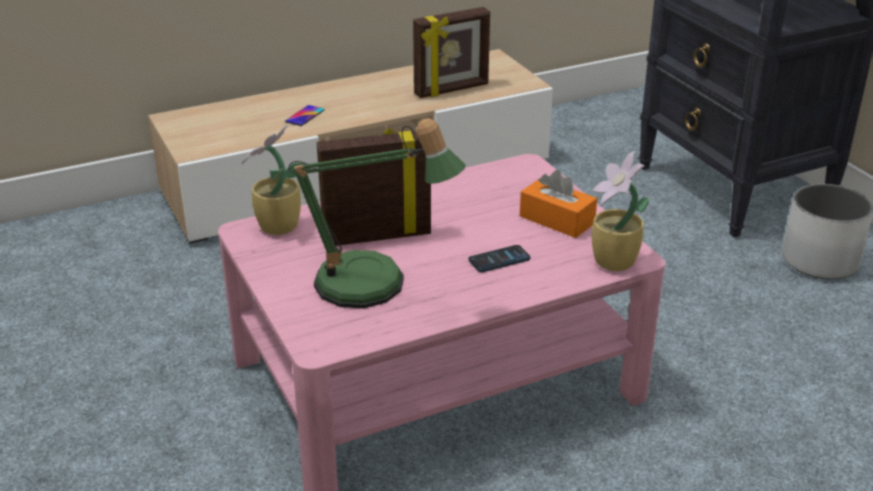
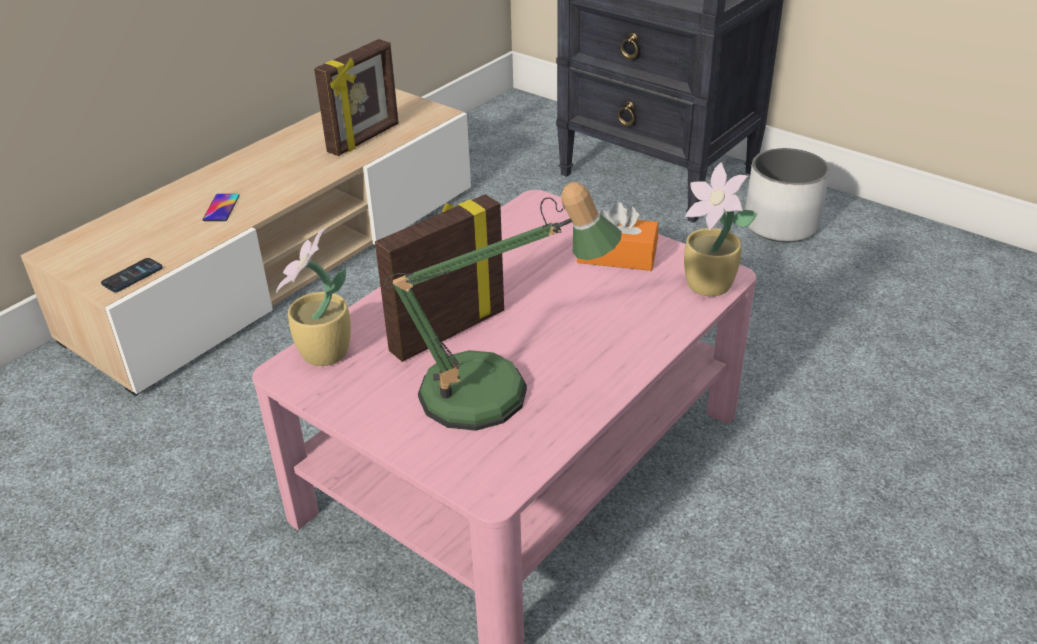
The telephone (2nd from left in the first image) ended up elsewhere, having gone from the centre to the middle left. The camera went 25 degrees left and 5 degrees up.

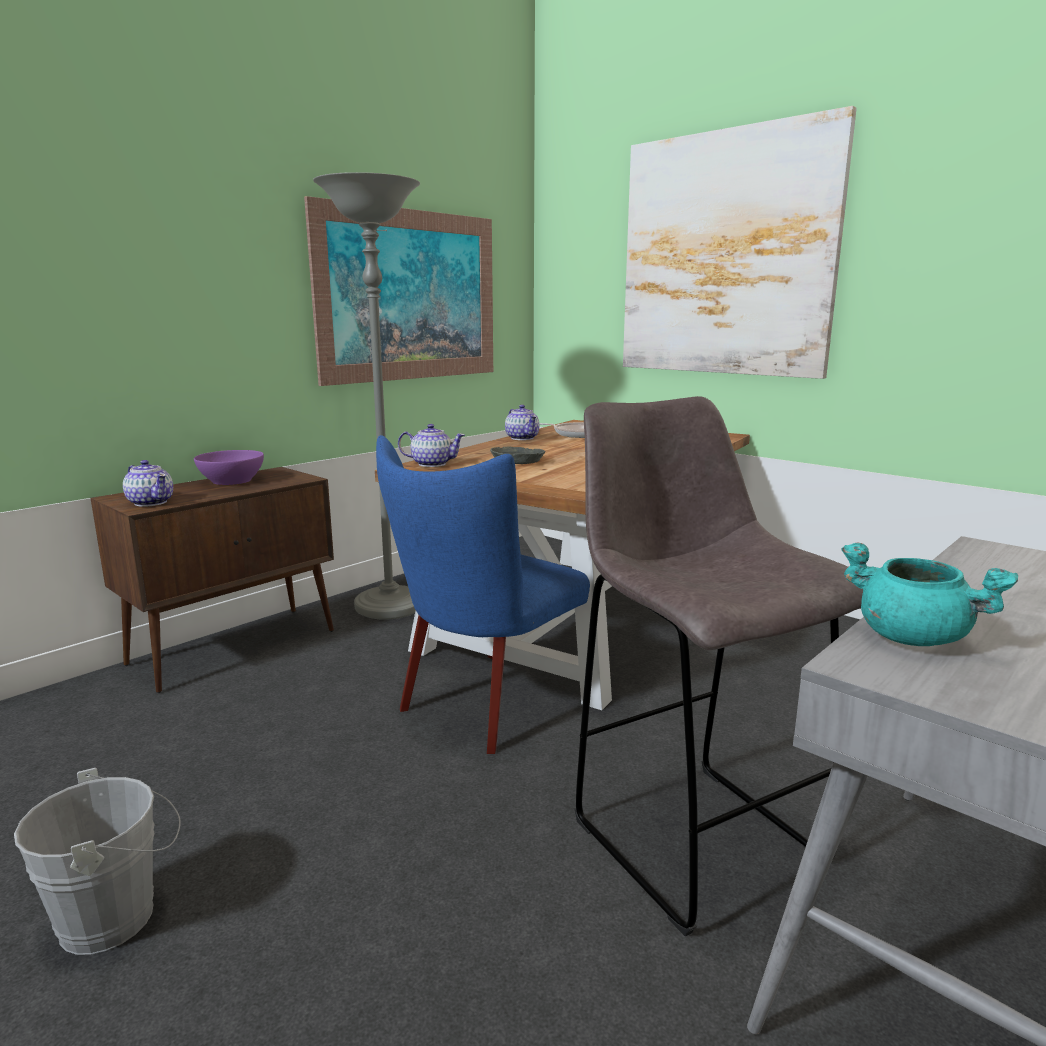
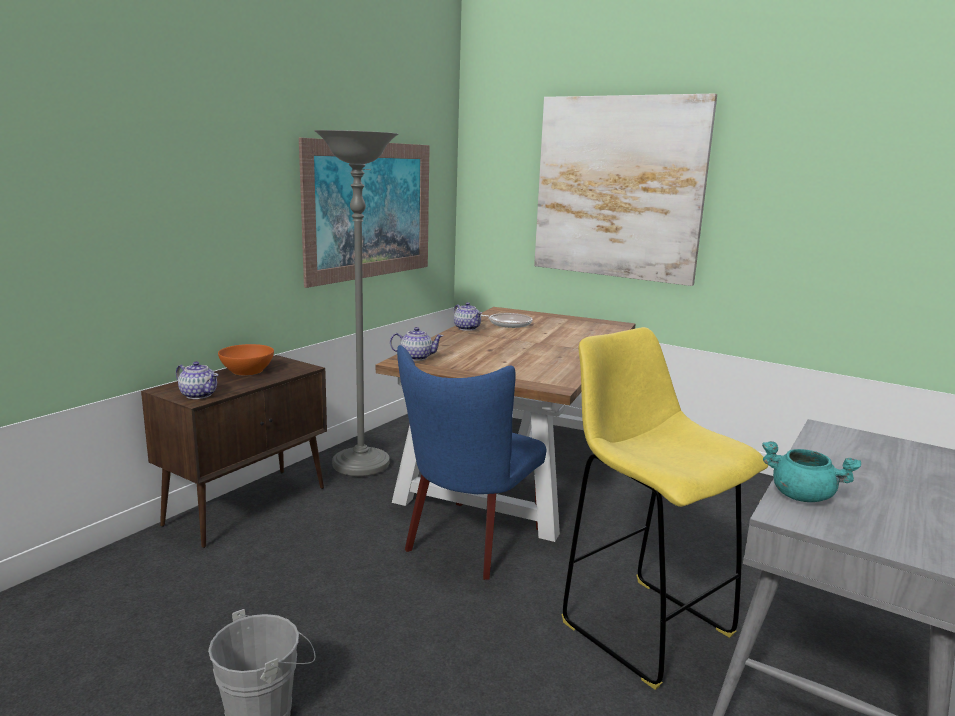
What was the purple_serving_bowl at the middle left turned into the orange_serving_bowl at the middle left. What was the gray_stool at the middle right turned into the yellowish_stool at the bottom right. The second view lost the gray_serving_bowl at the centre. The camera went 10 degrees left and 0 degrees up.

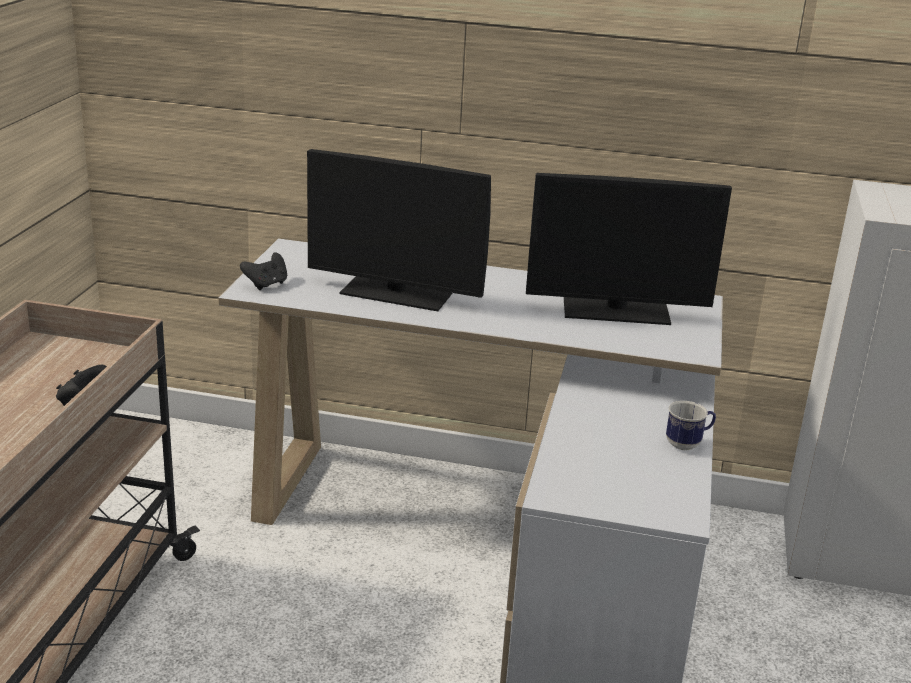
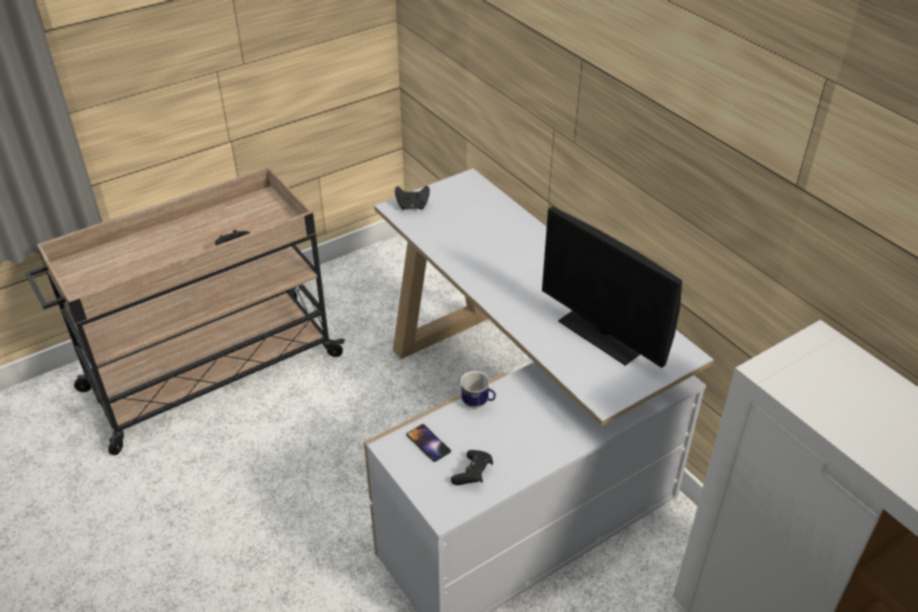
The second view gained the telephone at the bottom centre. The second view gained the black-coloured_game_controller (3rd from left) at the bottom centre. The coffee_mug ended up elsewhere, having gone from the middle right to the centre. The second view lost the computer_screen (1st from left) at the centre. The camera went 45 degrees right and 15 degrees up.

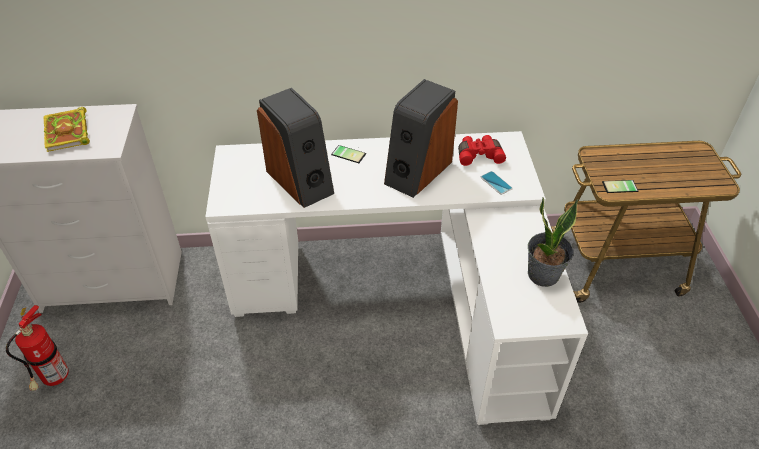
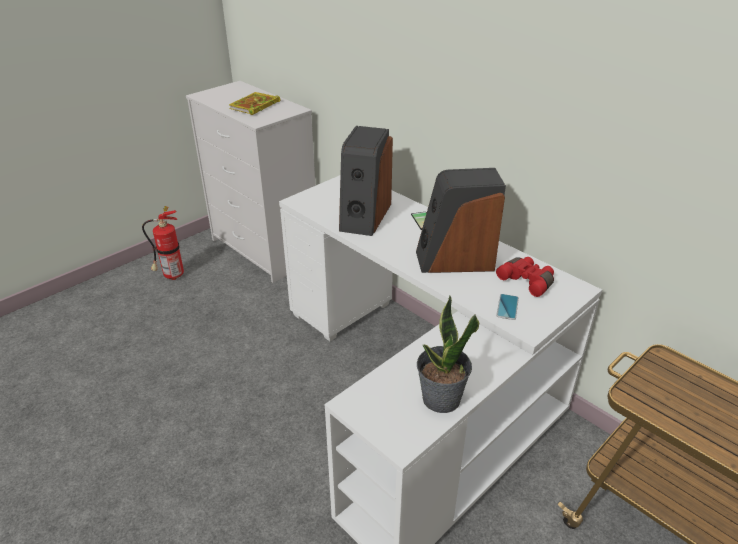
The second view lost the telephone (3rd from left) at the middle right. The camera went 50 degrees right and 10 degrees down.

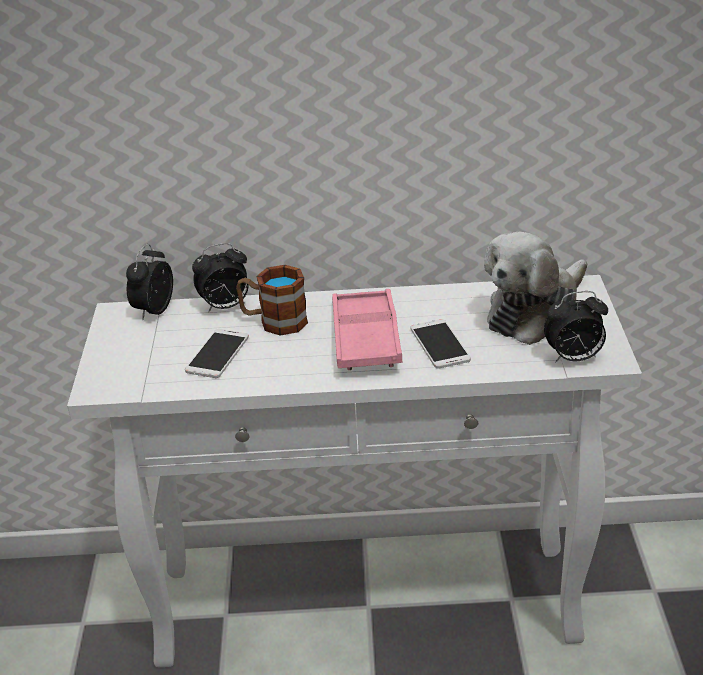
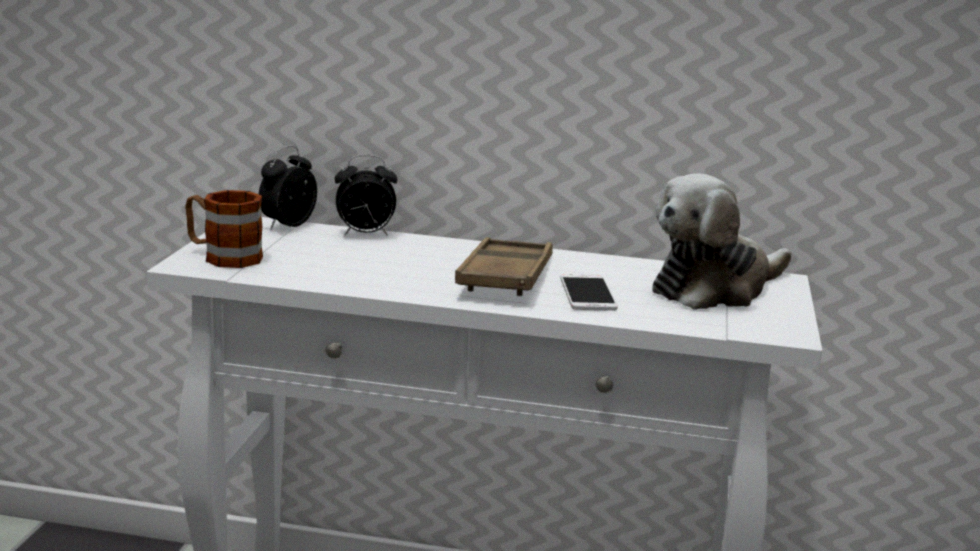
The coffee_mug ended up elsewhere, having gone from the centre to the middle left. What was the pink_tray at the centre turned into the brown_tray at the centre. The second view lost the telephone (1st from left) at the middle left. The second view lost the alarm_clock (3rd from left) at the middle right. The camera went 10 degrees right and 15 degrees down.

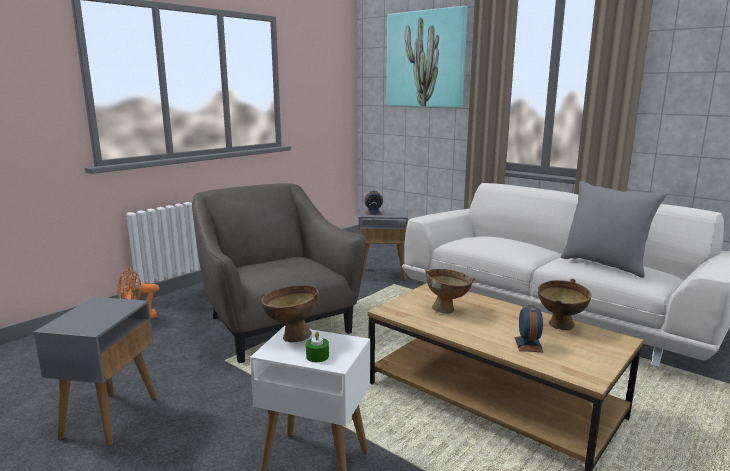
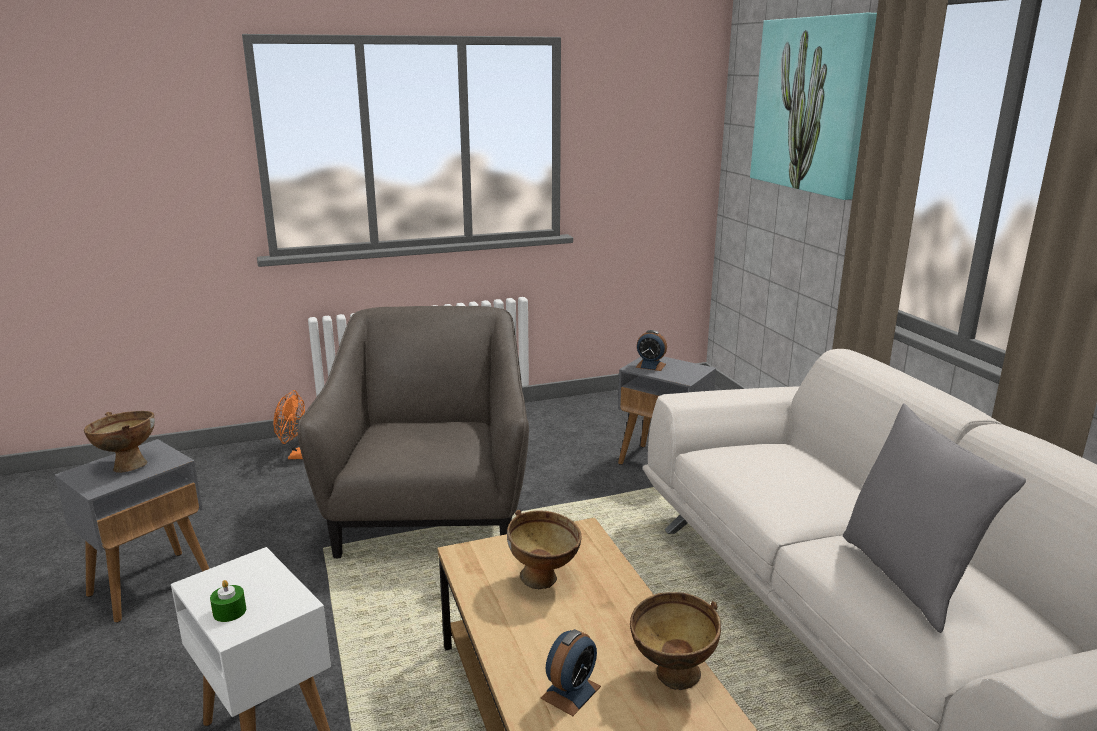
The brown_serving_bowl (1st from left) ended up elsewhere, having gone from the bottom centre to the middle left. The camera went 30 degrees right and 5 degrees up.

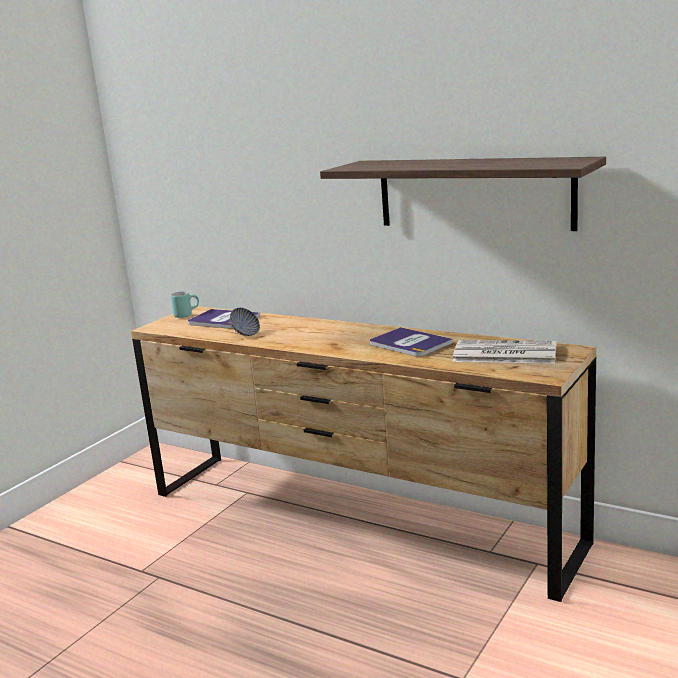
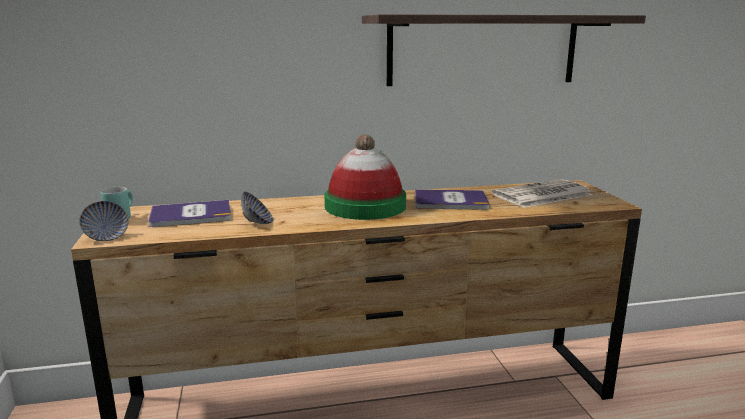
The second view gained the serving_bowl (1st from left) at the middle left. The second view gained the clothing_hat at the centre. The camera went 45 degrees left and 0 degrees up.

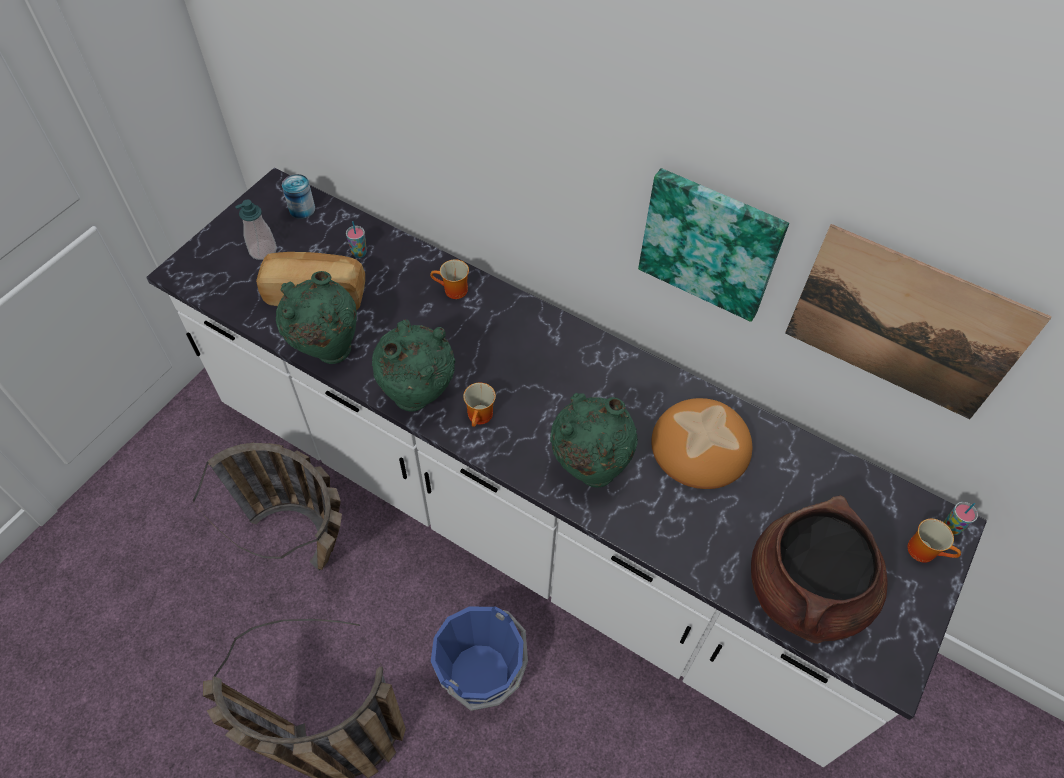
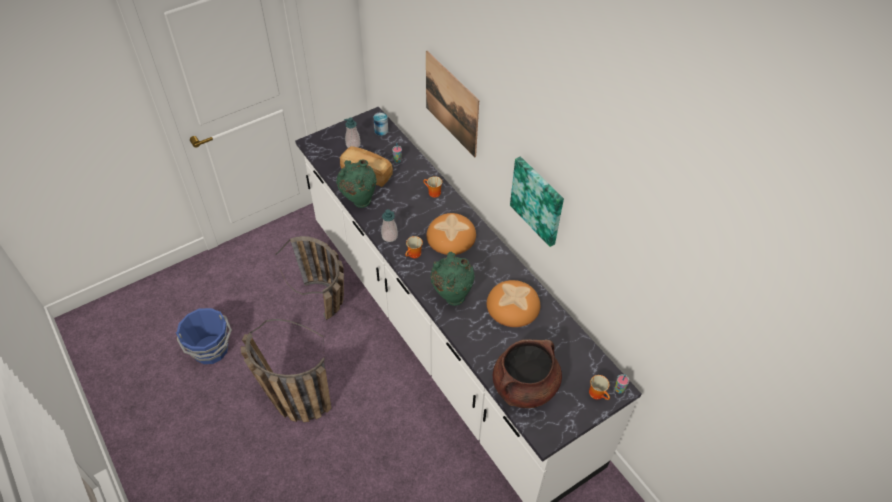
The blue-coloured_pail ended up elsewhere, having gone from the bottom centre to the bottom left. Where the greenish_vase (2nd from left) stood at the centre, the soap_bottle (2nd from left) came to stand at the centre. The wall_art (2nd from left in the first image) ended up elsewhere, having gone from the middle right to the top centre. The second view gained the bakery_bread (2nd from left) at the centre. The camera went 25 degrees right and 5 degrees down.

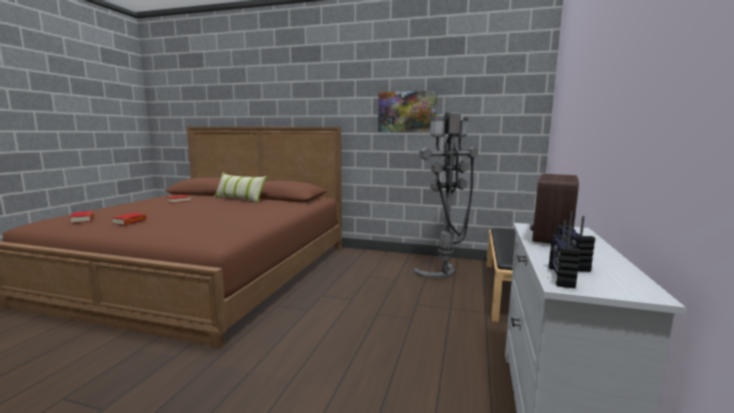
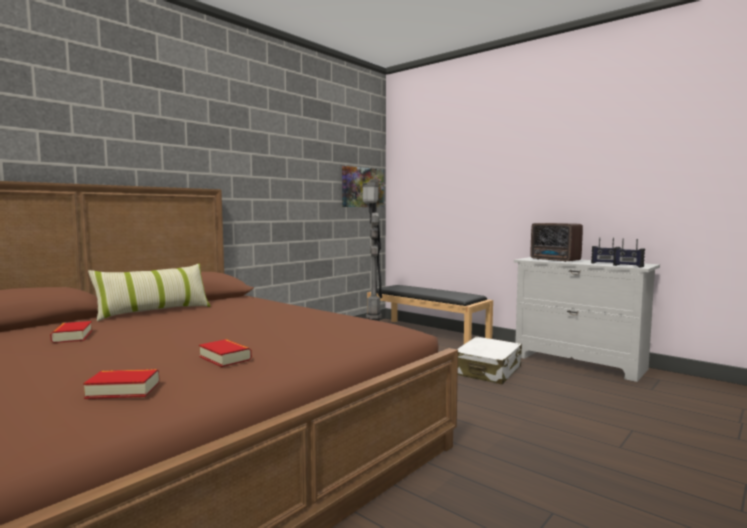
The wall_art ended up elsewhere, having gone from the top centre to the centre. The second view gained the white-coloured_suitcase at the bottom centre. The camera went 65 degrees left and 5 degrees down.

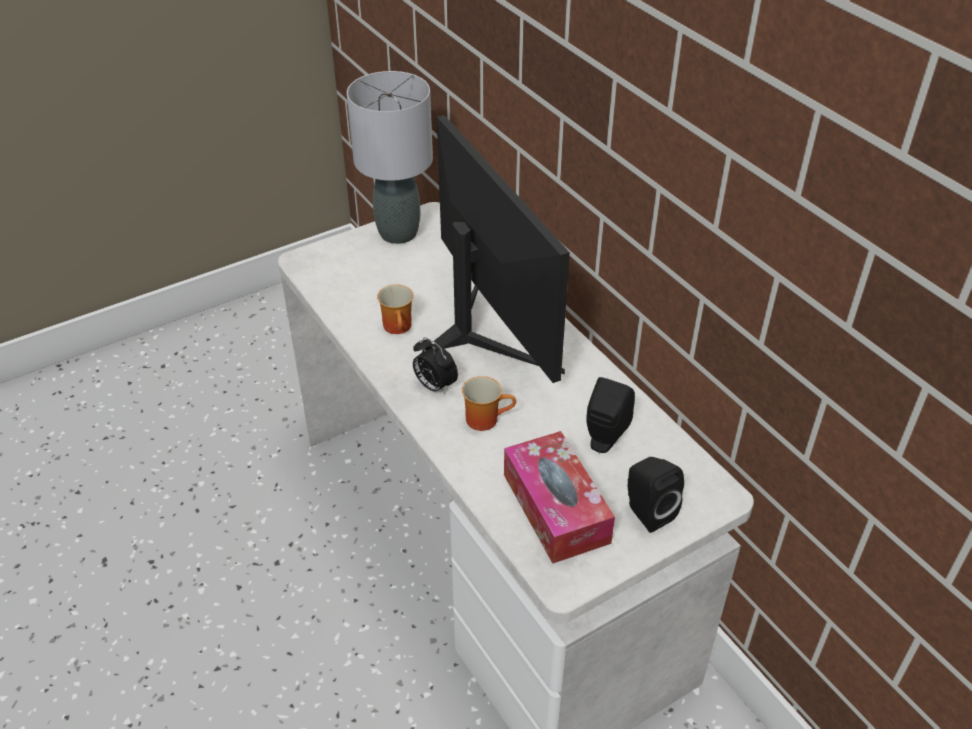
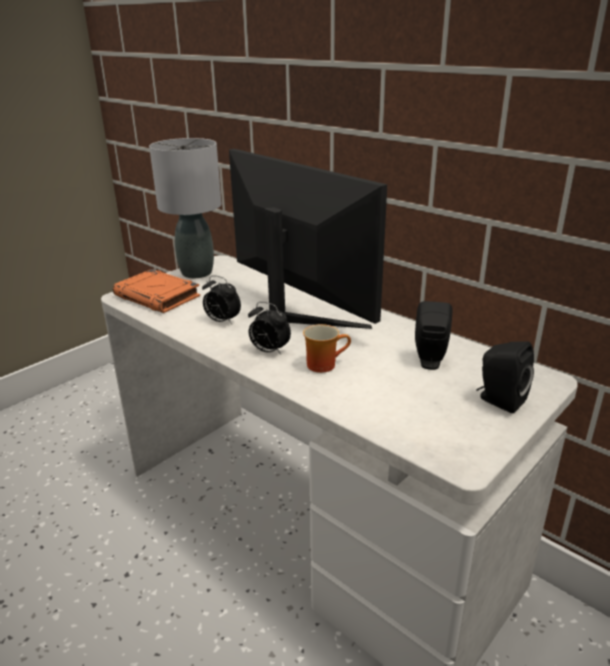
The second view gained the orange_volume at the middle left. Where the coffee_mug (1st from left) stood at the centre, the alarm_clock (1st from left) came to stand at the centre. The second view lost the tissue_box at the bottom centre. The camera went 15 degrees left and 15 degrees down.

